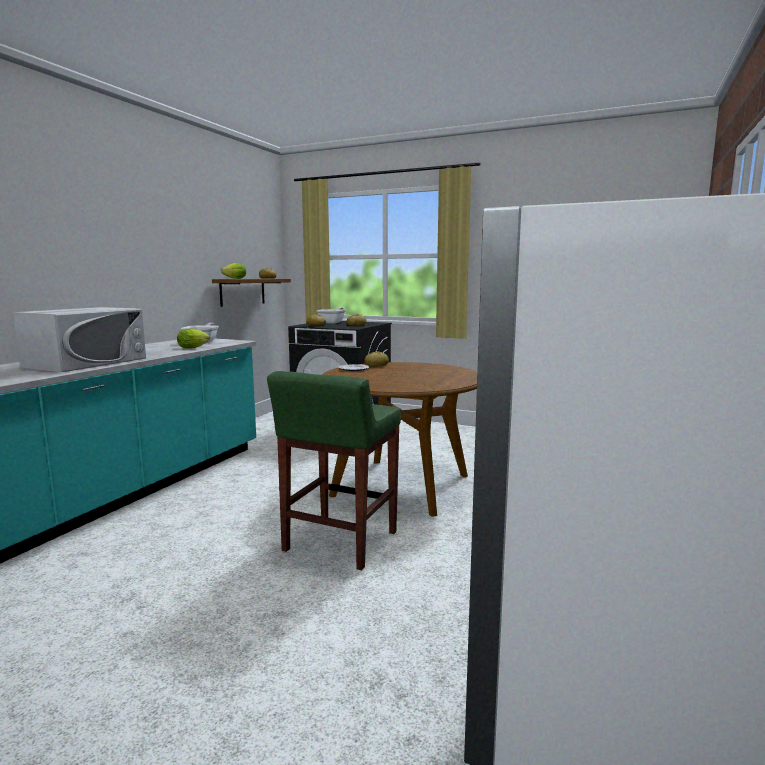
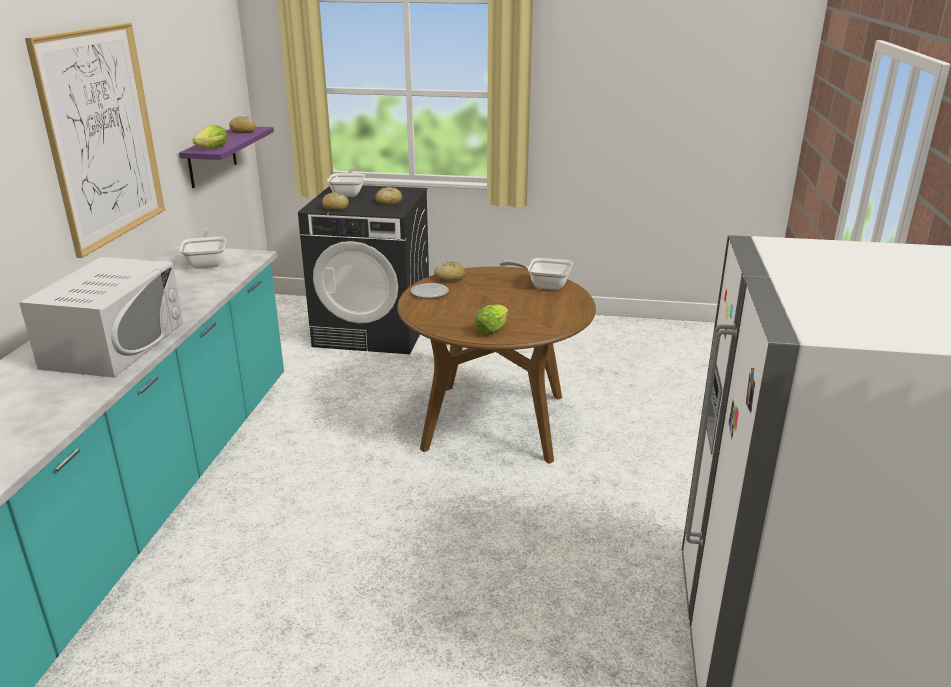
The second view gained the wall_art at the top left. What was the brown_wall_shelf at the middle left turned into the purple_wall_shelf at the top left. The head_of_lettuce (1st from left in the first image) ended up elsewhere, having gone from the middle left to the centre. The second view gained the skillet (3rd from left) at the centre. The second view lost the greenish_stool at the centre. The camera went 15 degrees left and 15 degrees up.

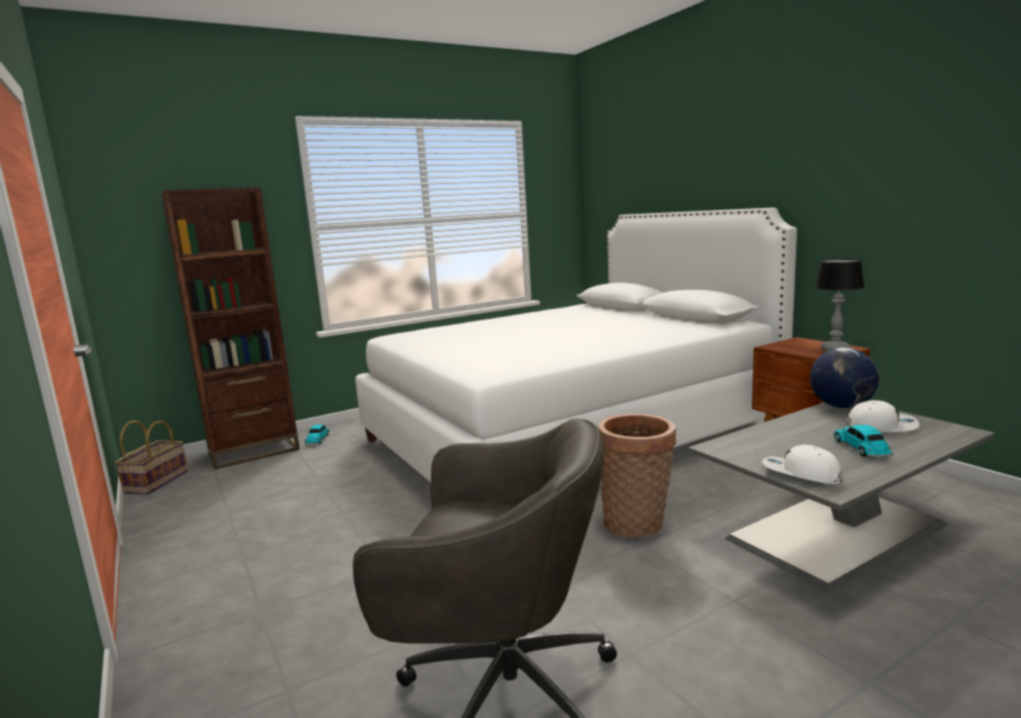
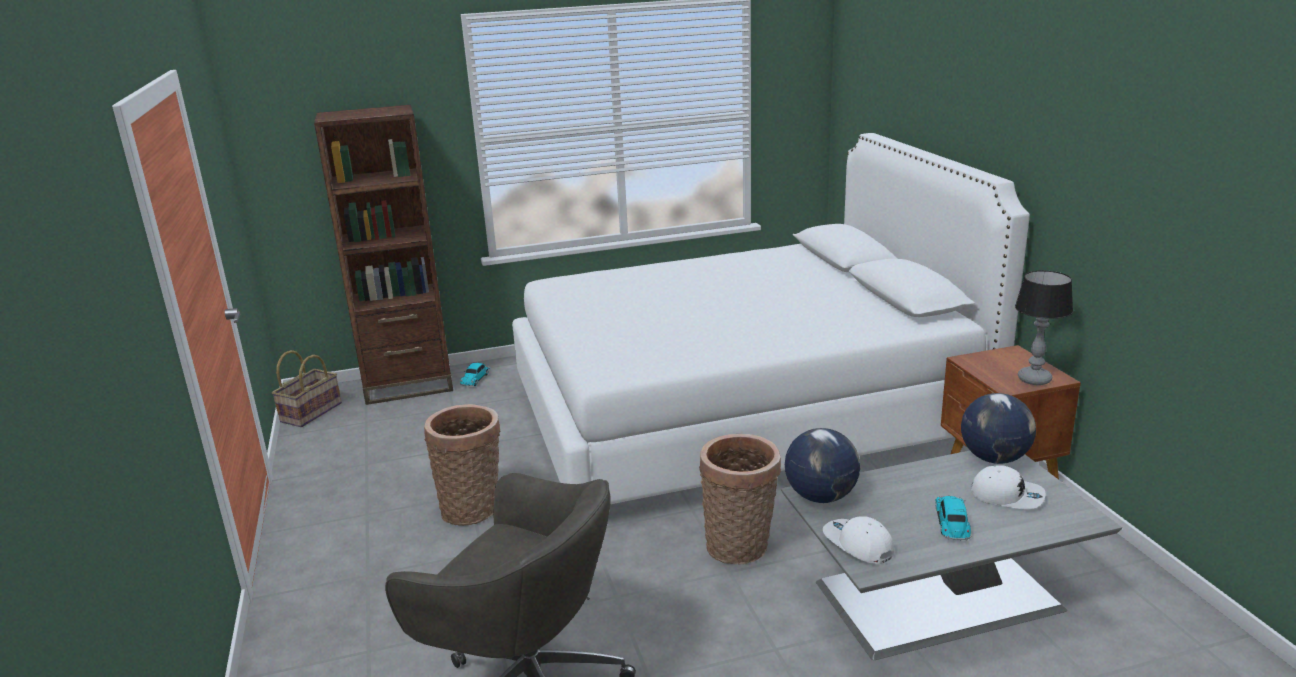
The second view gained the storage_basket (2nd from left) at the bottom centre. The second view gained the world_globe (1st from left) at the bottom centre. The camera went 15 degrees right and 10 degrees up.

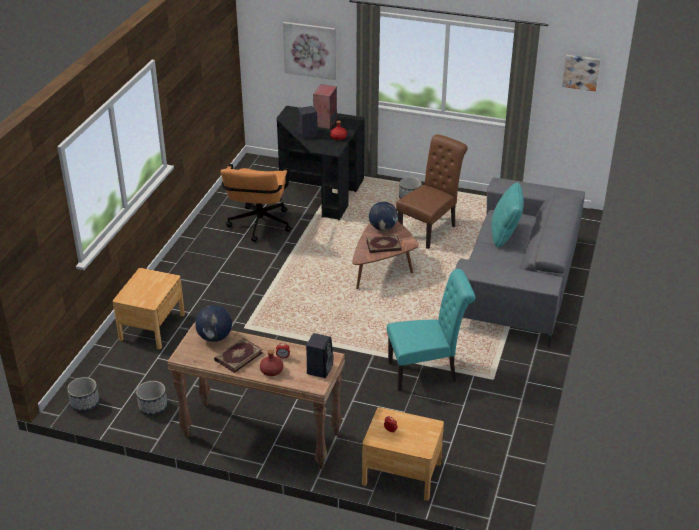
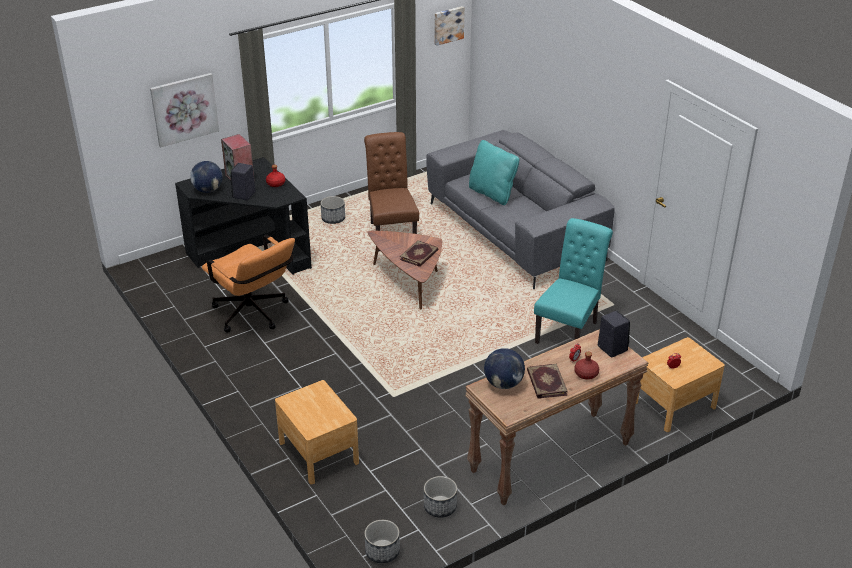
The world_globe (2nd from left in the first image) ended up elsewhere, having gone from the centre to the top left. The camera went 50 degrees left and 0 degrees up.

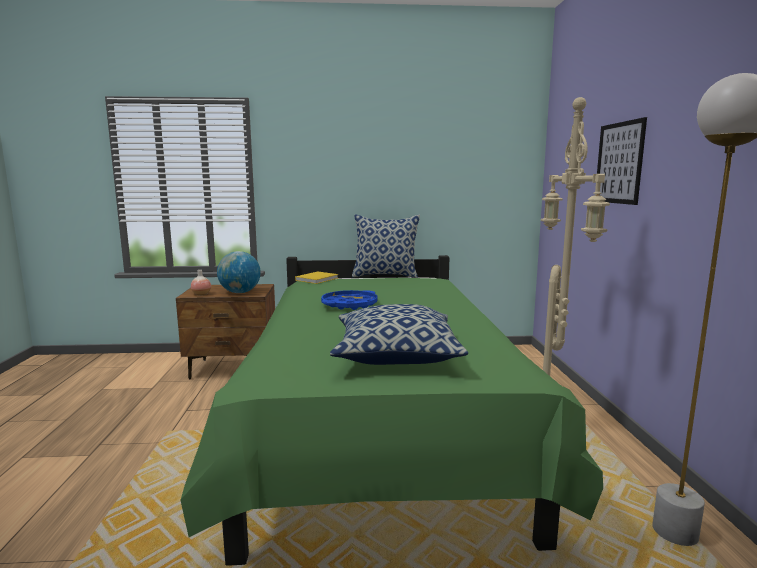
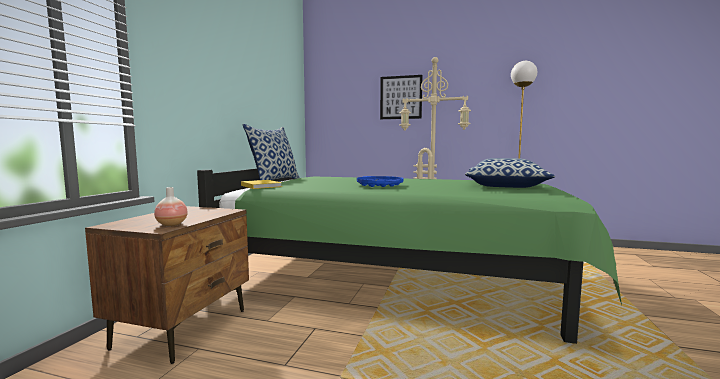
The second view lost the world_globe at the middle left. The camera went 70 degrees left and 5 degrees down.

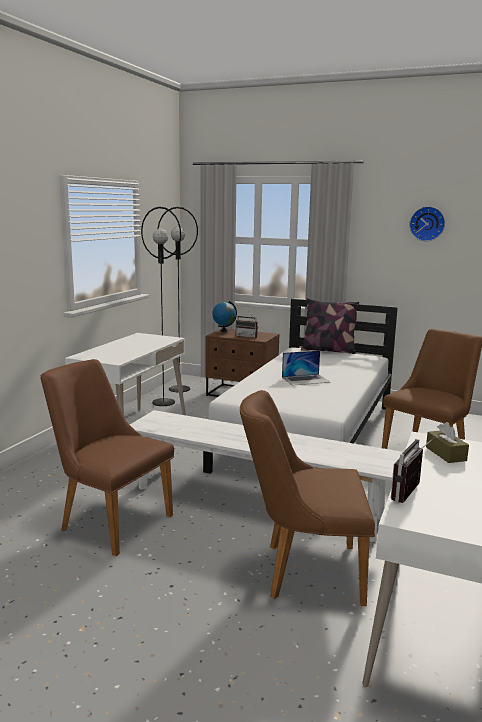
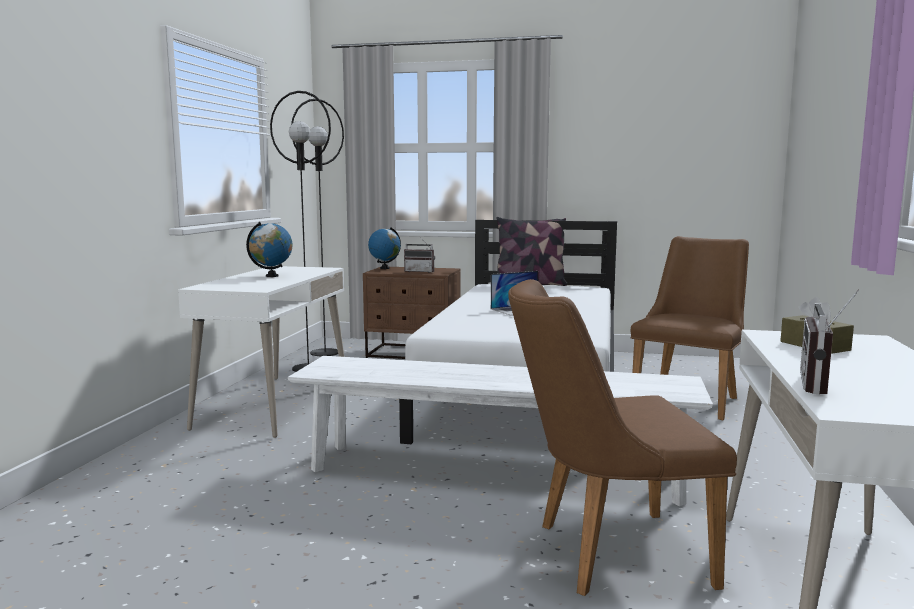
The second view gained the world_globe (1st from left) at the middle left. The second view lost the brown_upright_chair (1st from left) at the middle left. The second view lost the hanging_clock at the top right. The camera went 10 degrees left and 5 degrees down.

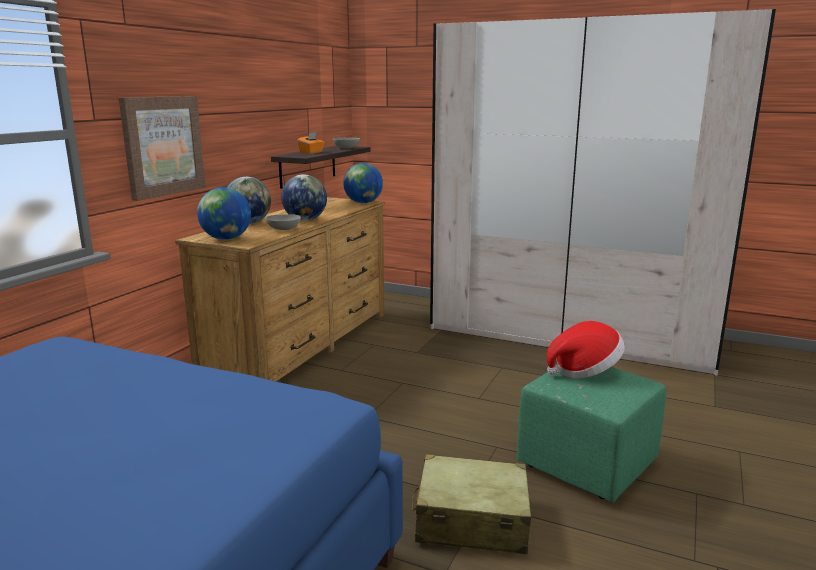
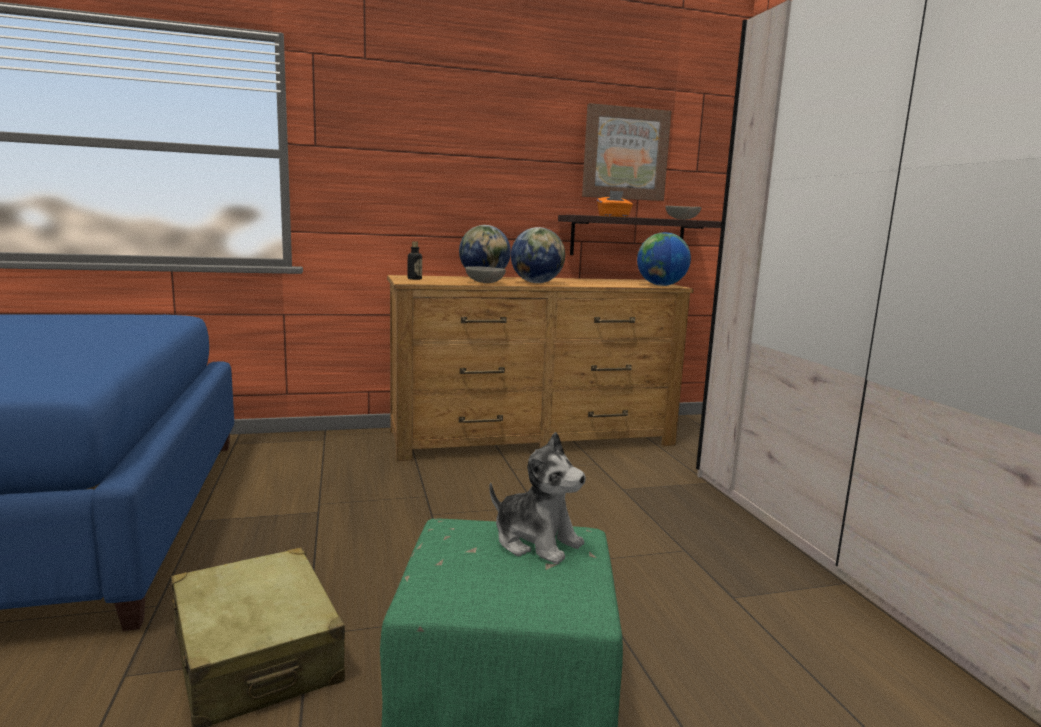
Where the world_globe (1st from left) stood at the middle left, the beverage_bottle came to stand at the centre. Where the clothing_hat stood at the middle right, the plush_toy came to stand at the bottom centre. The wall_art ended up elsewhere, having gone from the top left to the top centre. The camera went 50 degrees right and 5 degrees down.

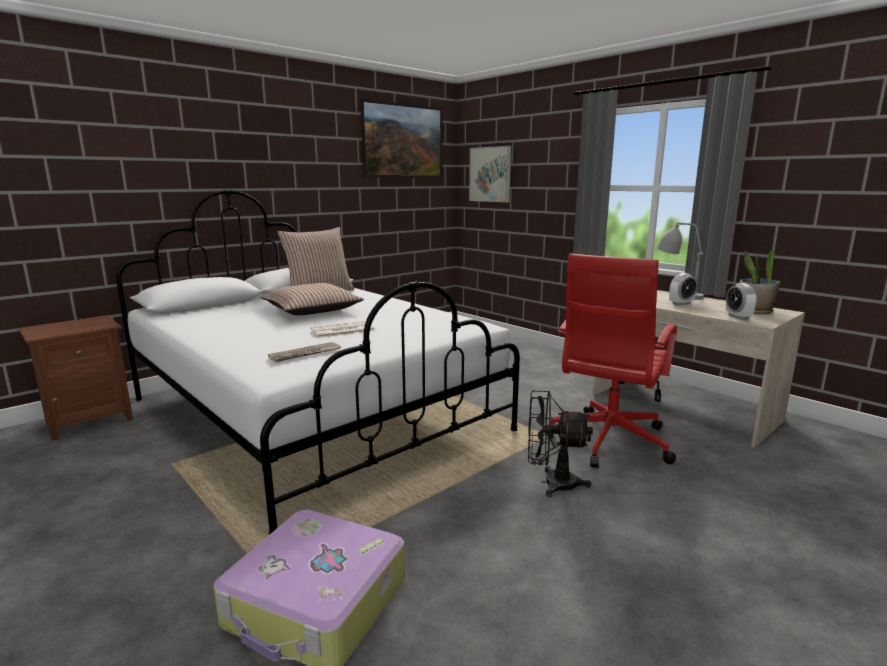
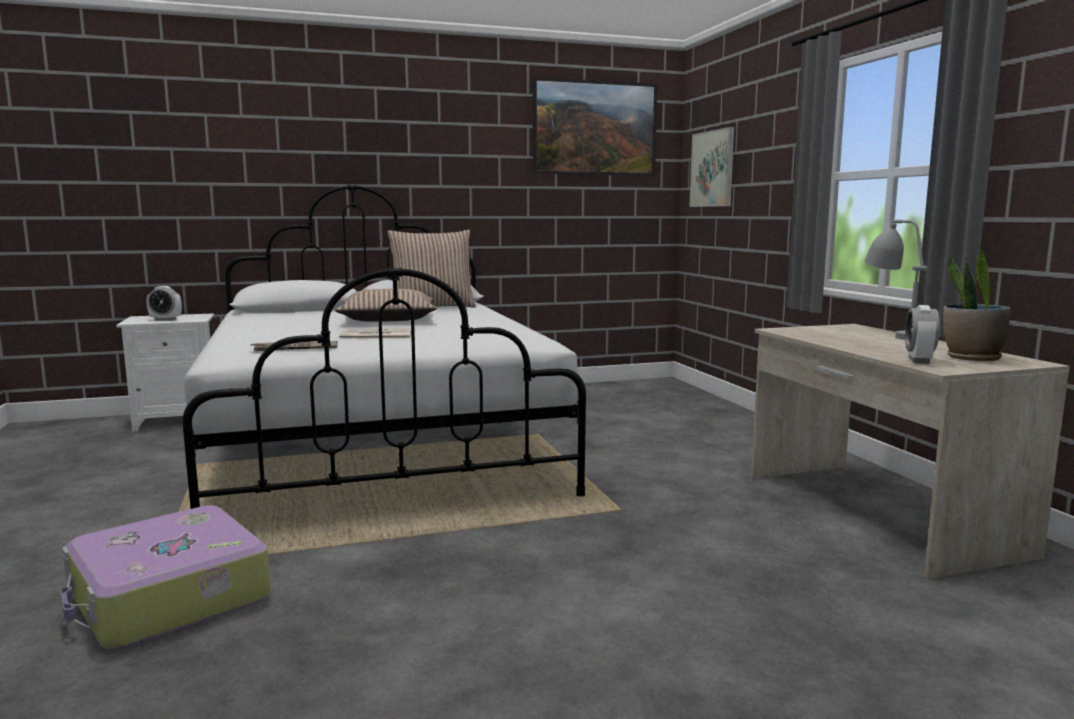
What was the brown_night_table at the middle left turned into the white-coloured_night_table at the middle left. The alarm_clock (1st from left) ended up elsewhere, having gone from the middle right to the middle left. The second view lost the black-coloured_fan at the bottom centre. The second view lost the reddish_desk_chair at the middle right. The camera went 25 degrees right and 5 degrees down.

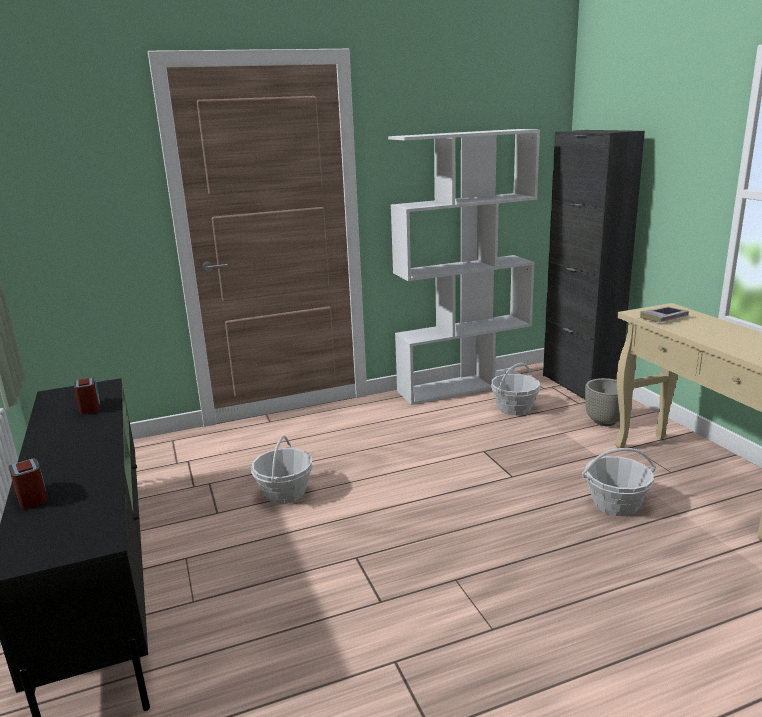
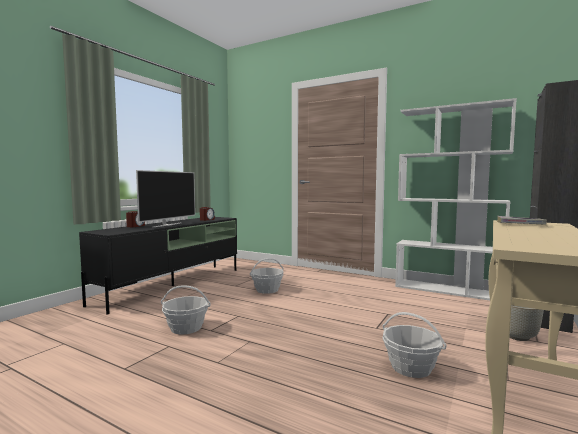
The second view gained the television at the middle left. The storage_basket (2nd from left in the first image) ended up elsewhere, having gone from the middle right to the bottom left. The camera went 50 degrees right and 15 degrees down.

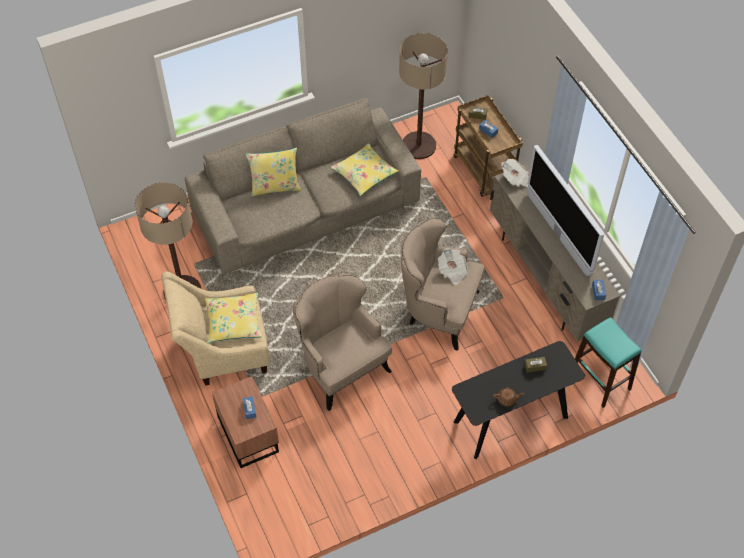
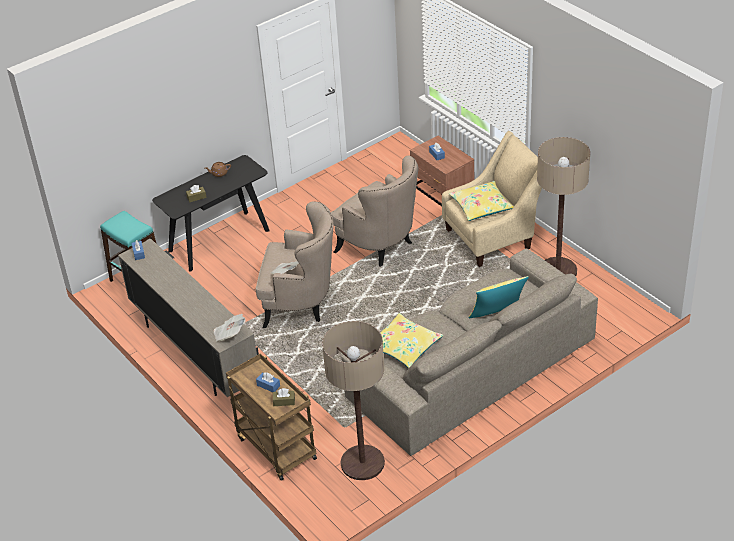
The second view lost the television at the middle right. The camera went 170 degrees right and 15 degrees down.

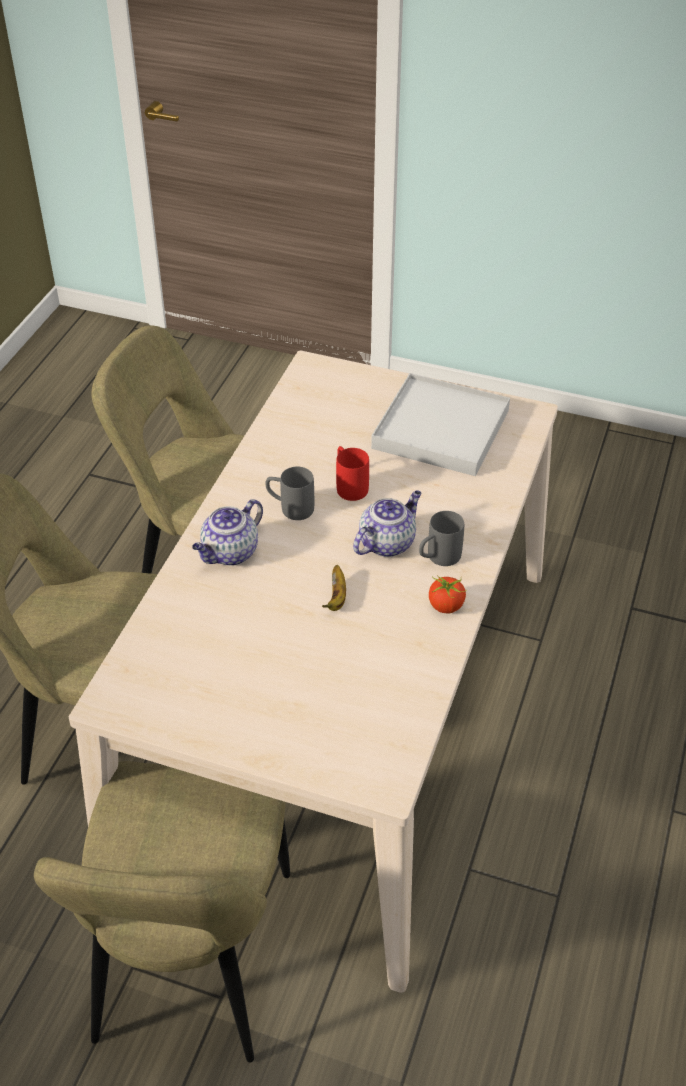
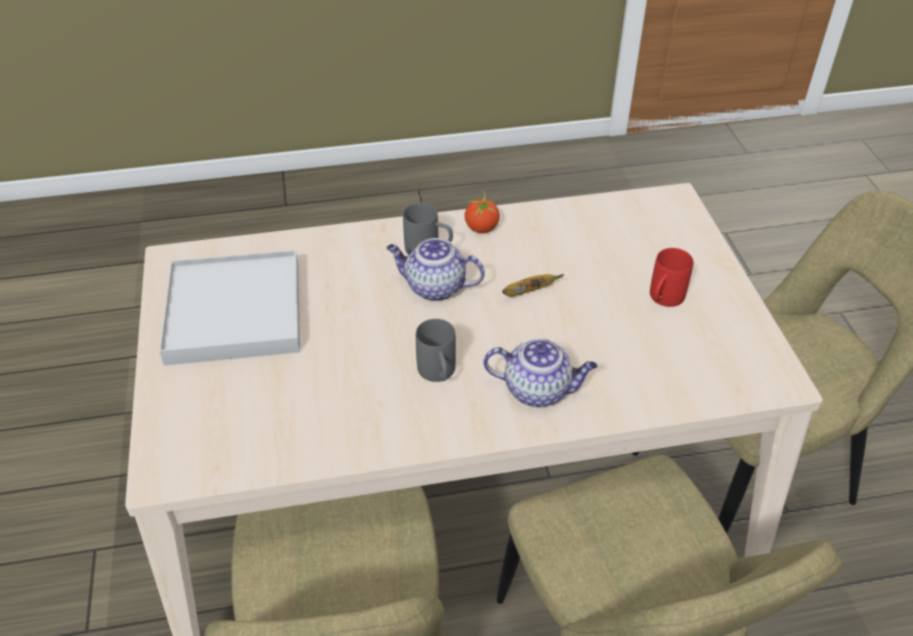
The reddish_coffee_mug ended up elsewhere, having gone from the centre to the middle right. The camera went 120 degrees left and 0 degrees up.

